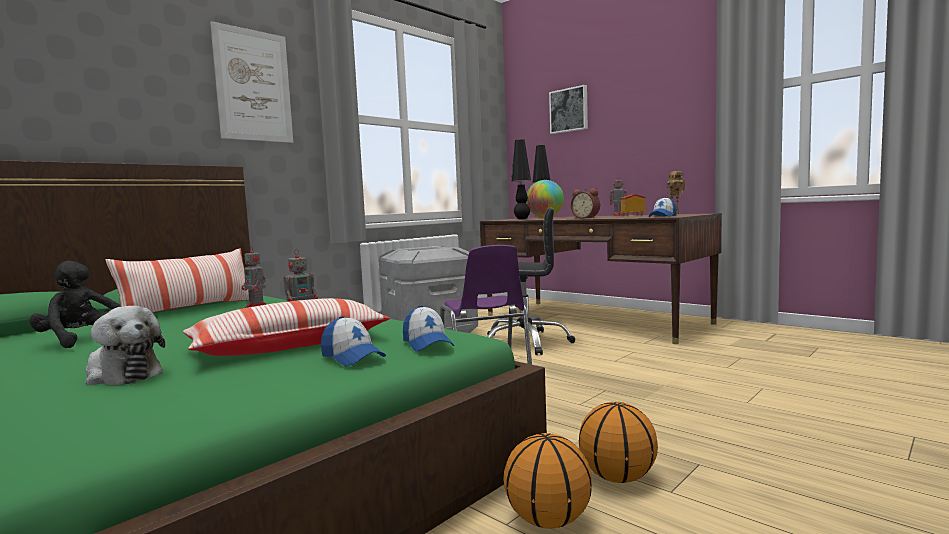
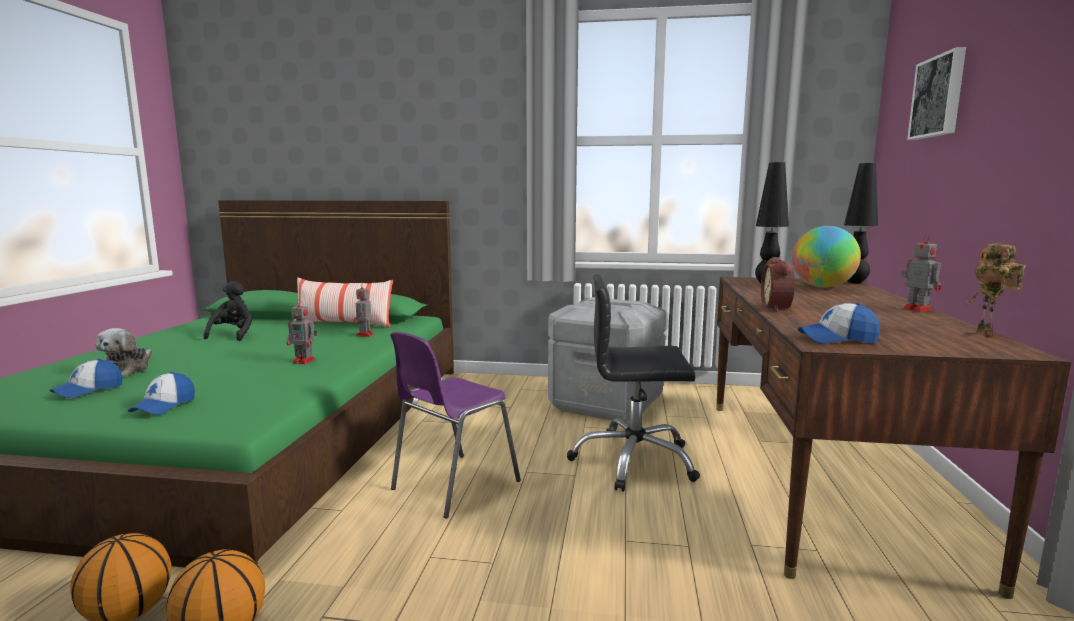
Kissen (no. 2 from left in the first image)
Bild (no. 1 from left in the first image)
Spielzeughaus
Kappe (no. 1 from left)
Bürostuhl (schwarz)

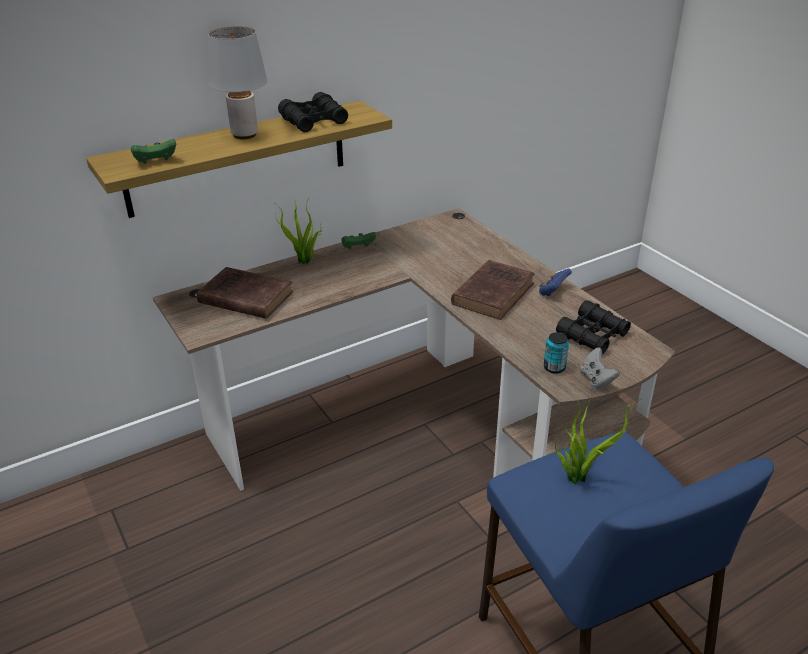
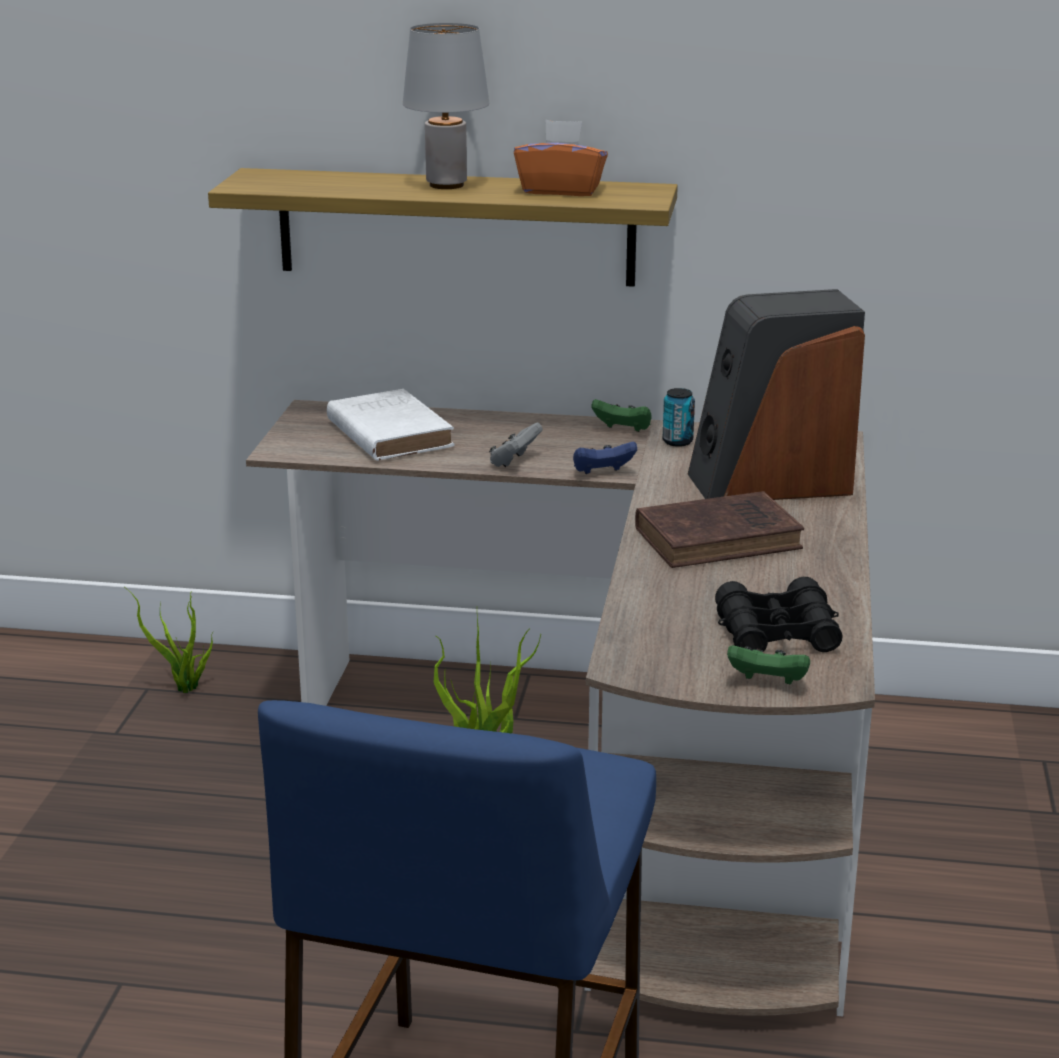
Lautsprecher
Gamepad (grün) (no. 2 from left)
Topfpflanze (no. 1 from left)
Gamepad (blau)
Dose
Gamepad (grau)
Taschentuchbox (orange)
Buch (weiß)

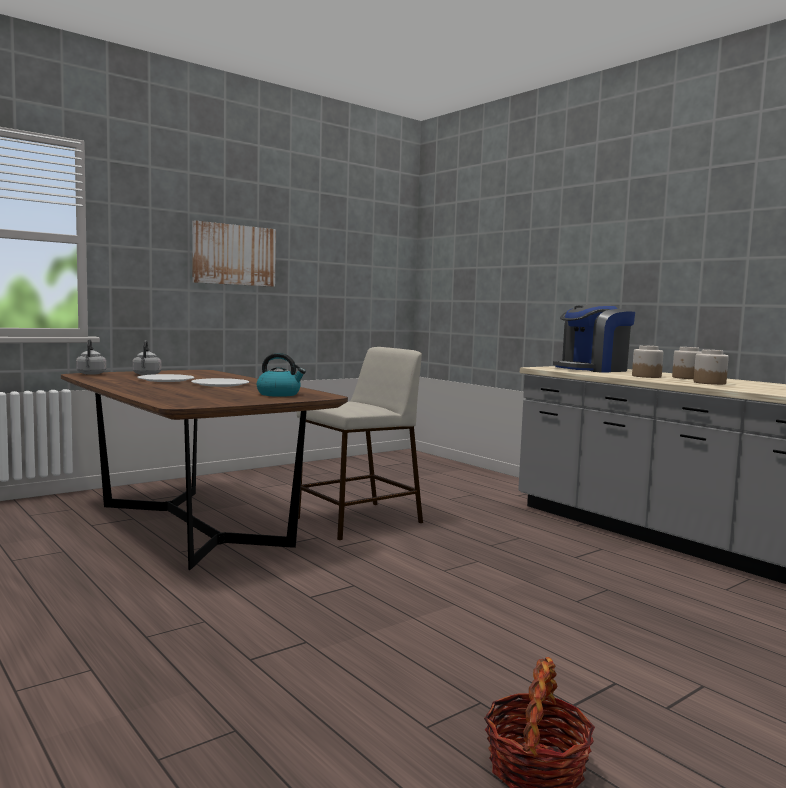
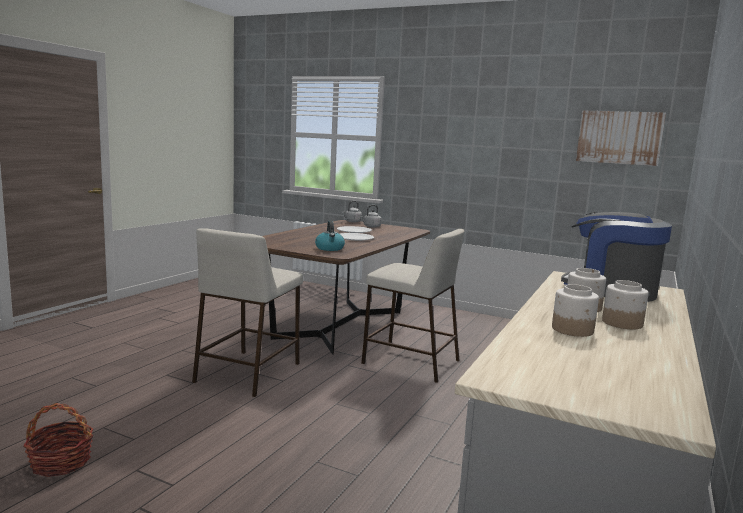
Hocker (beige) (no. 1 from left)
Bild

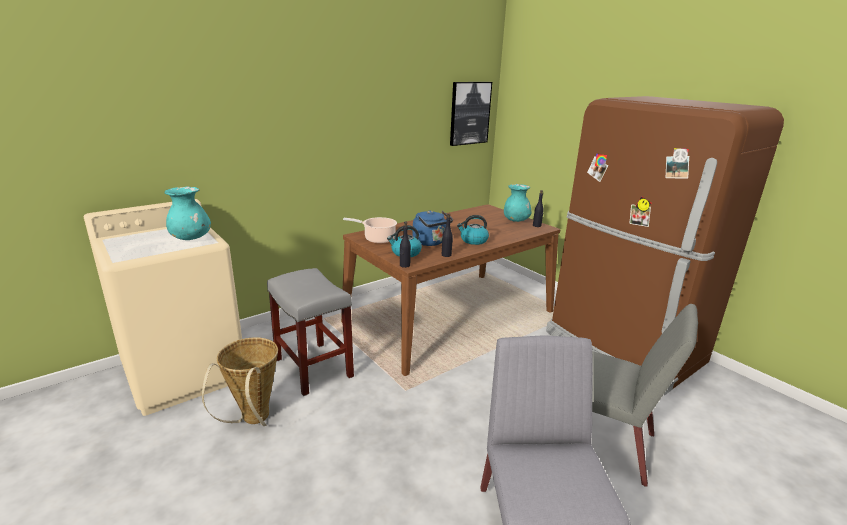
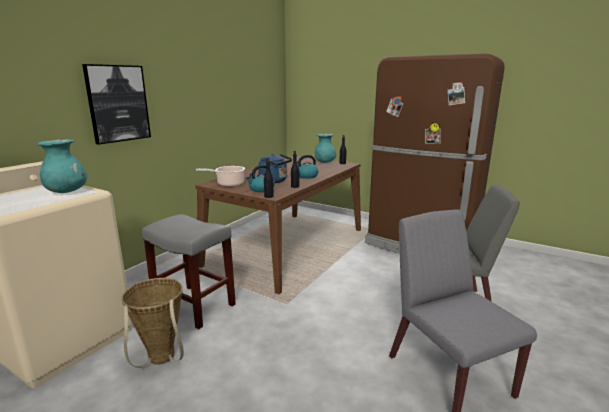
Bild

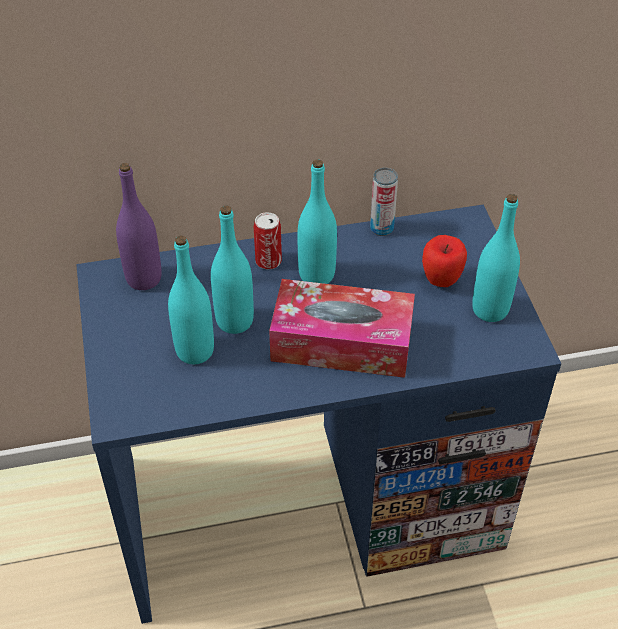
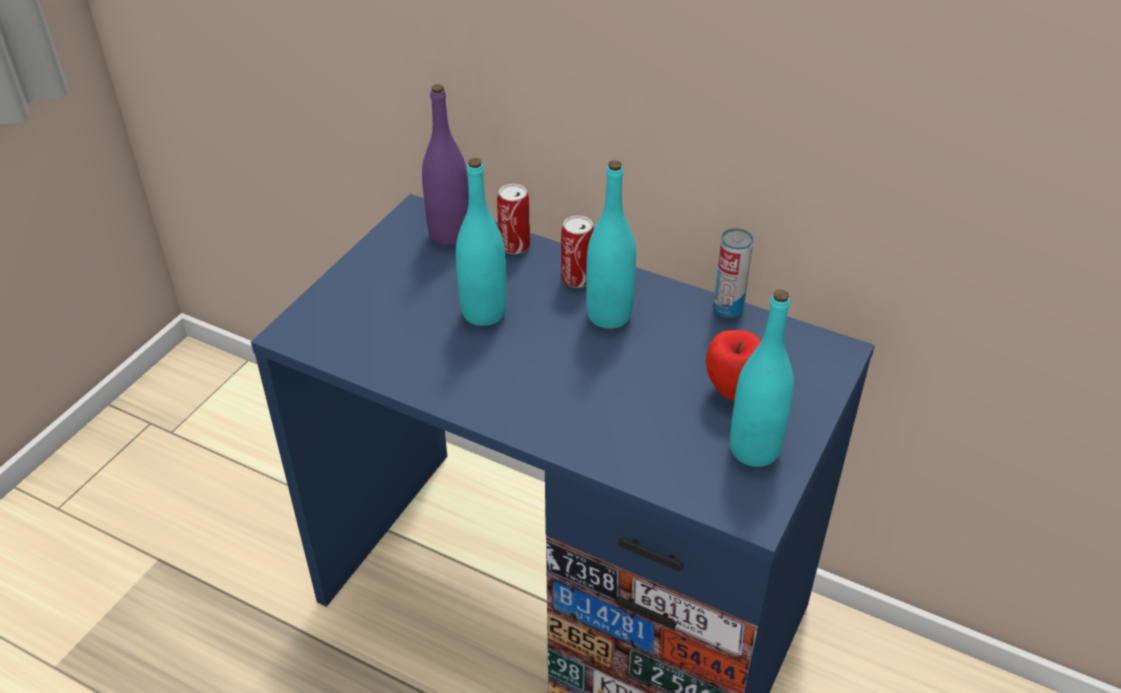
Flasche (türkis) (no. 1 from left in the first image)
Taschentuchbox
Dose (no. 1 from left)

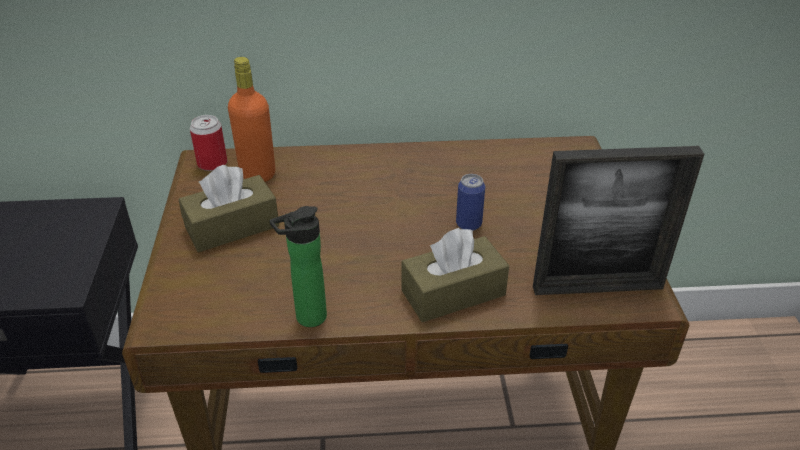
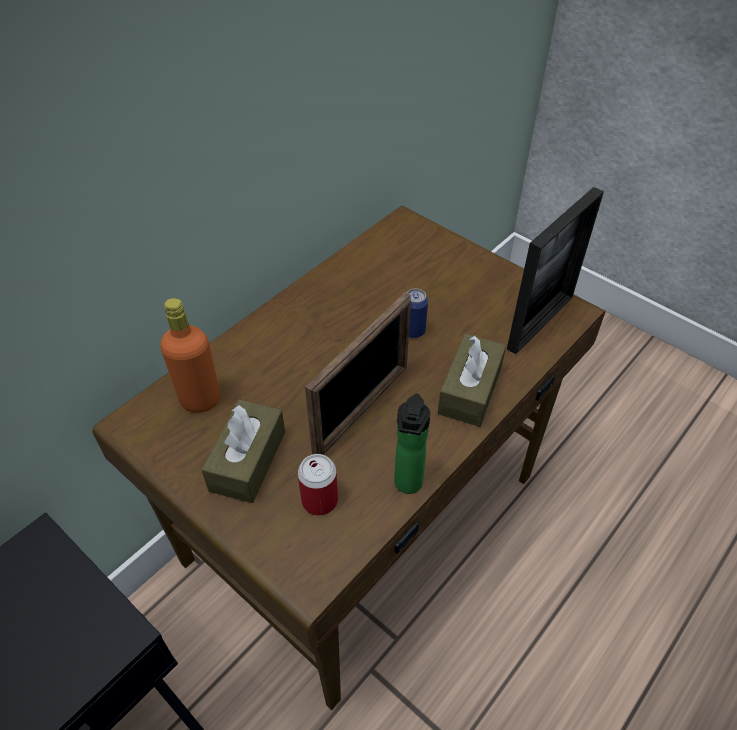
Bilderrahmen (no. 1 from left)
Dose (no. 1 from left)

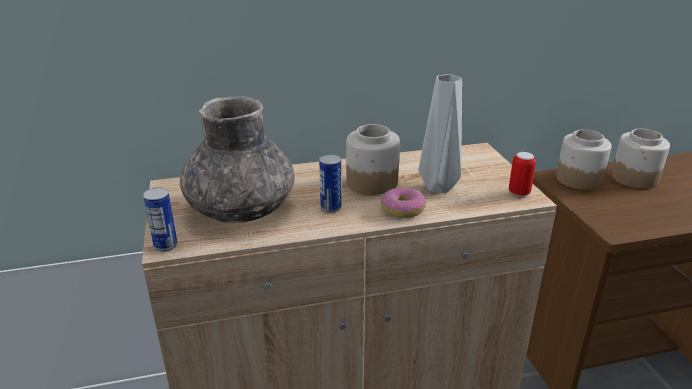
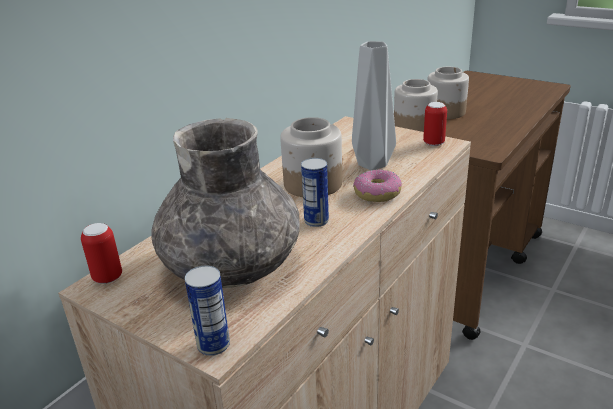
Dose (no. 1 from left)

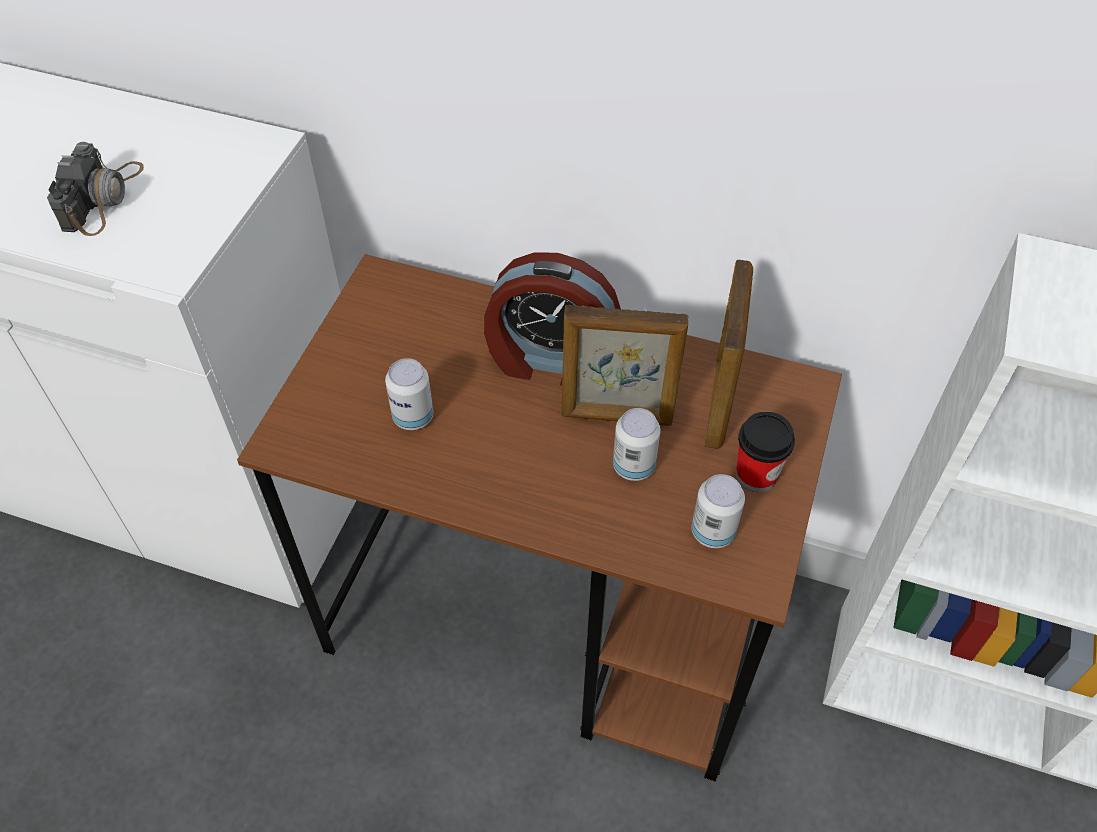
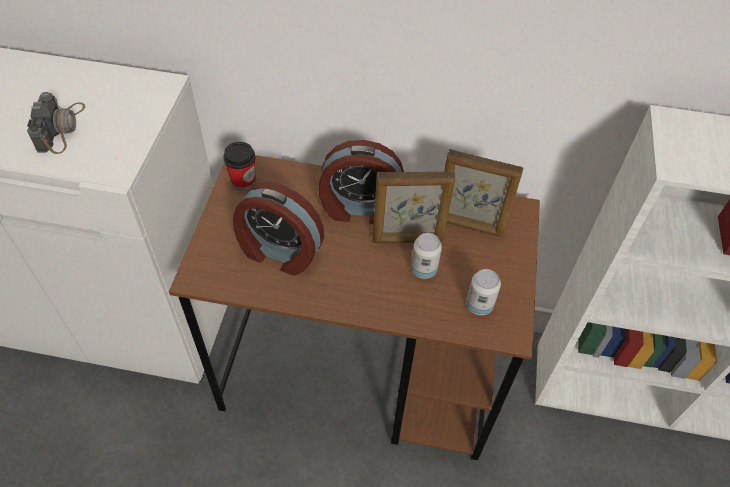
Tasse
Wecker (no. 1 from left)
Bilderrahmen (no. 2 from left)

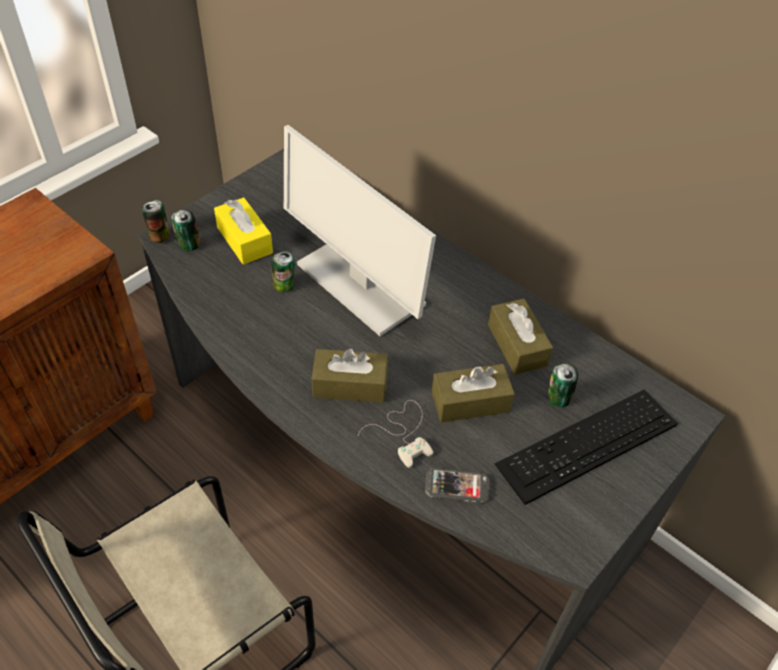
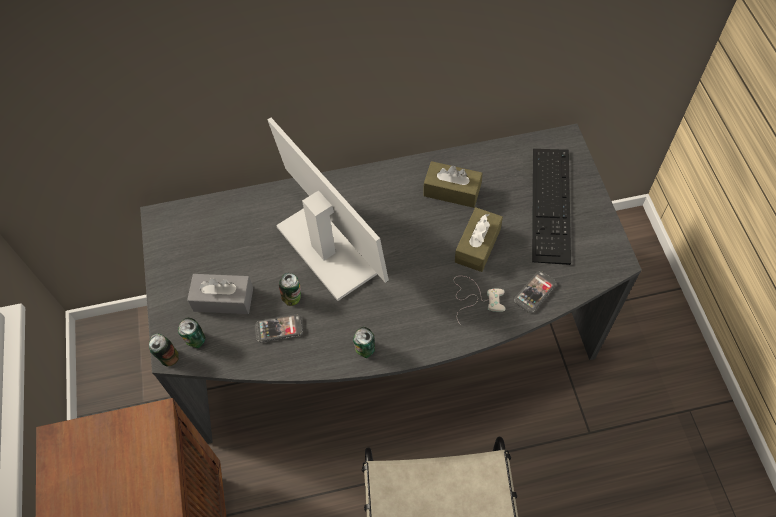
Taschentuchbox (braun) (no. 1 from left in the first image)
Handy (no. 1 from left)
Dose (no. 4 from left)
Taschentuchbox (grau)
Monitor

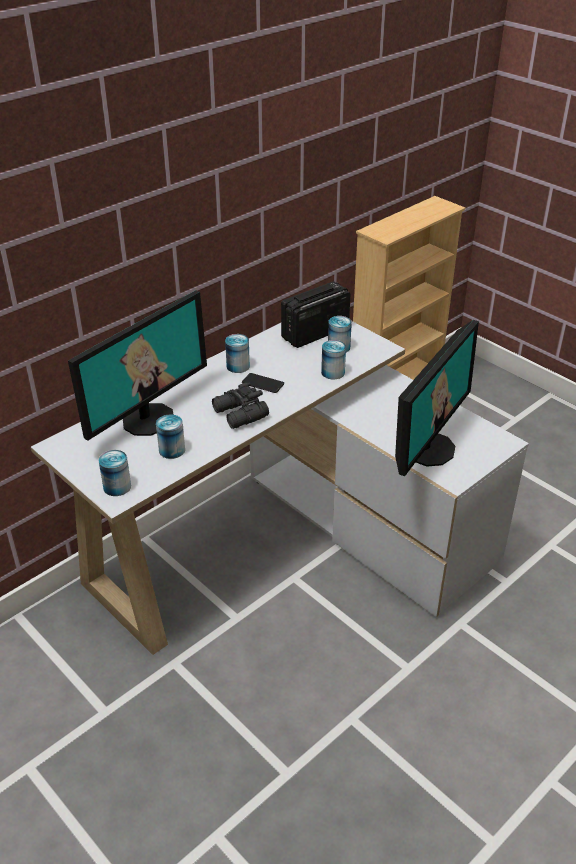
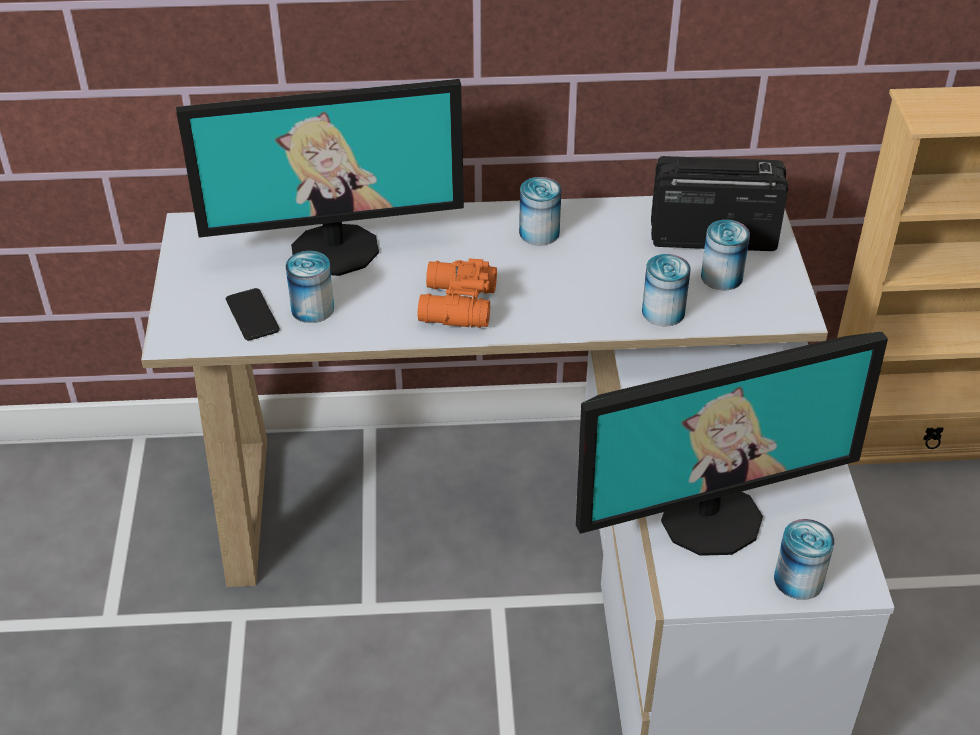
Dose (no. 5 from left)
Handy
Fernglas (orange)

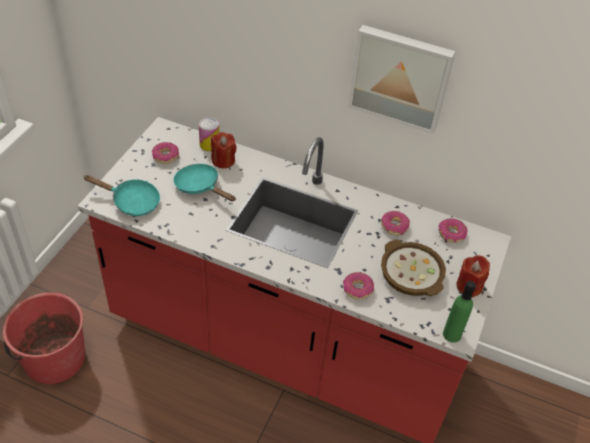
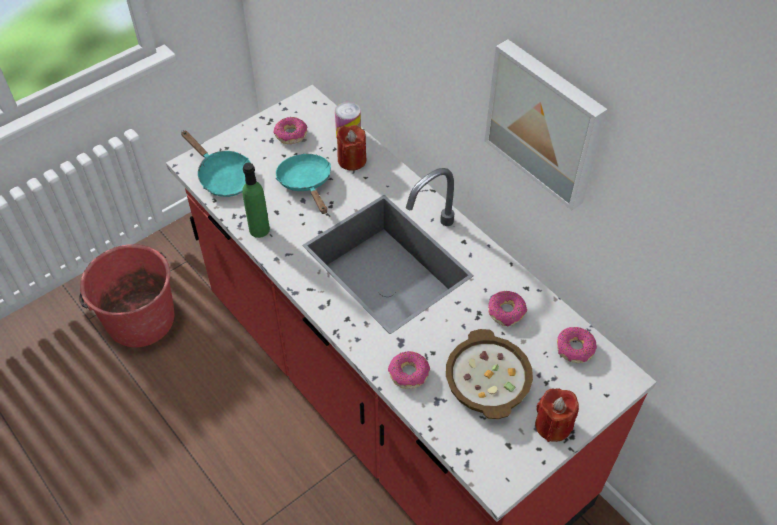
Flasche (grün)

